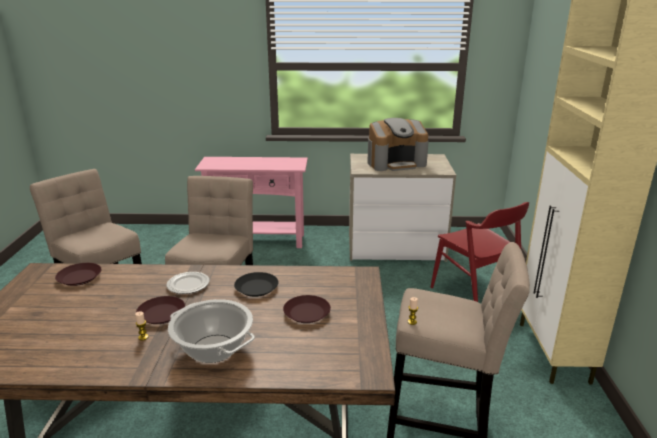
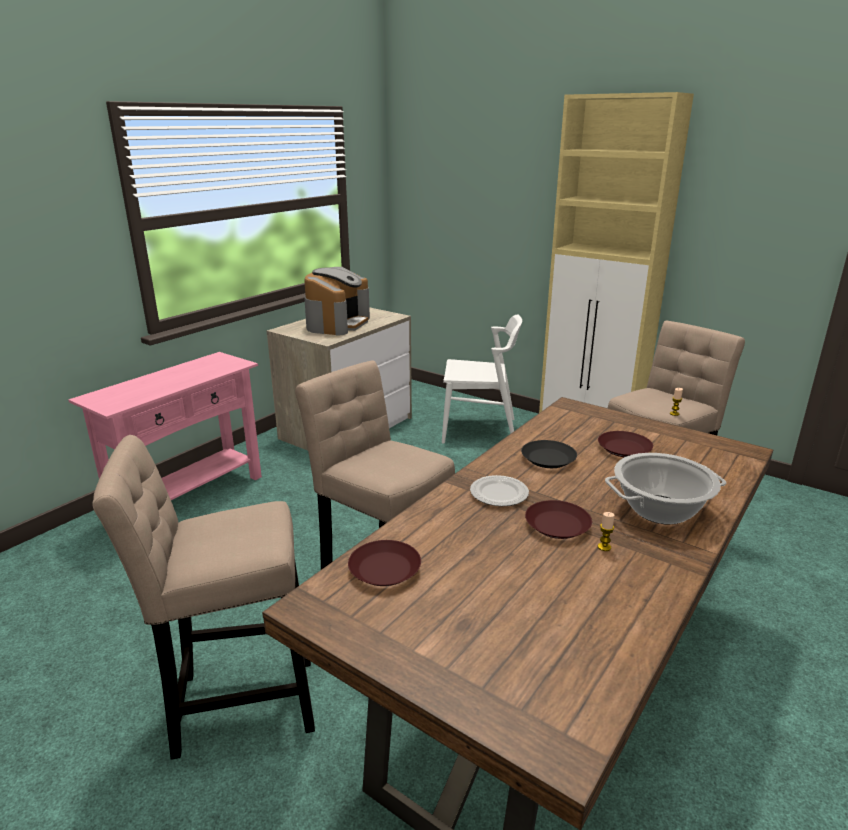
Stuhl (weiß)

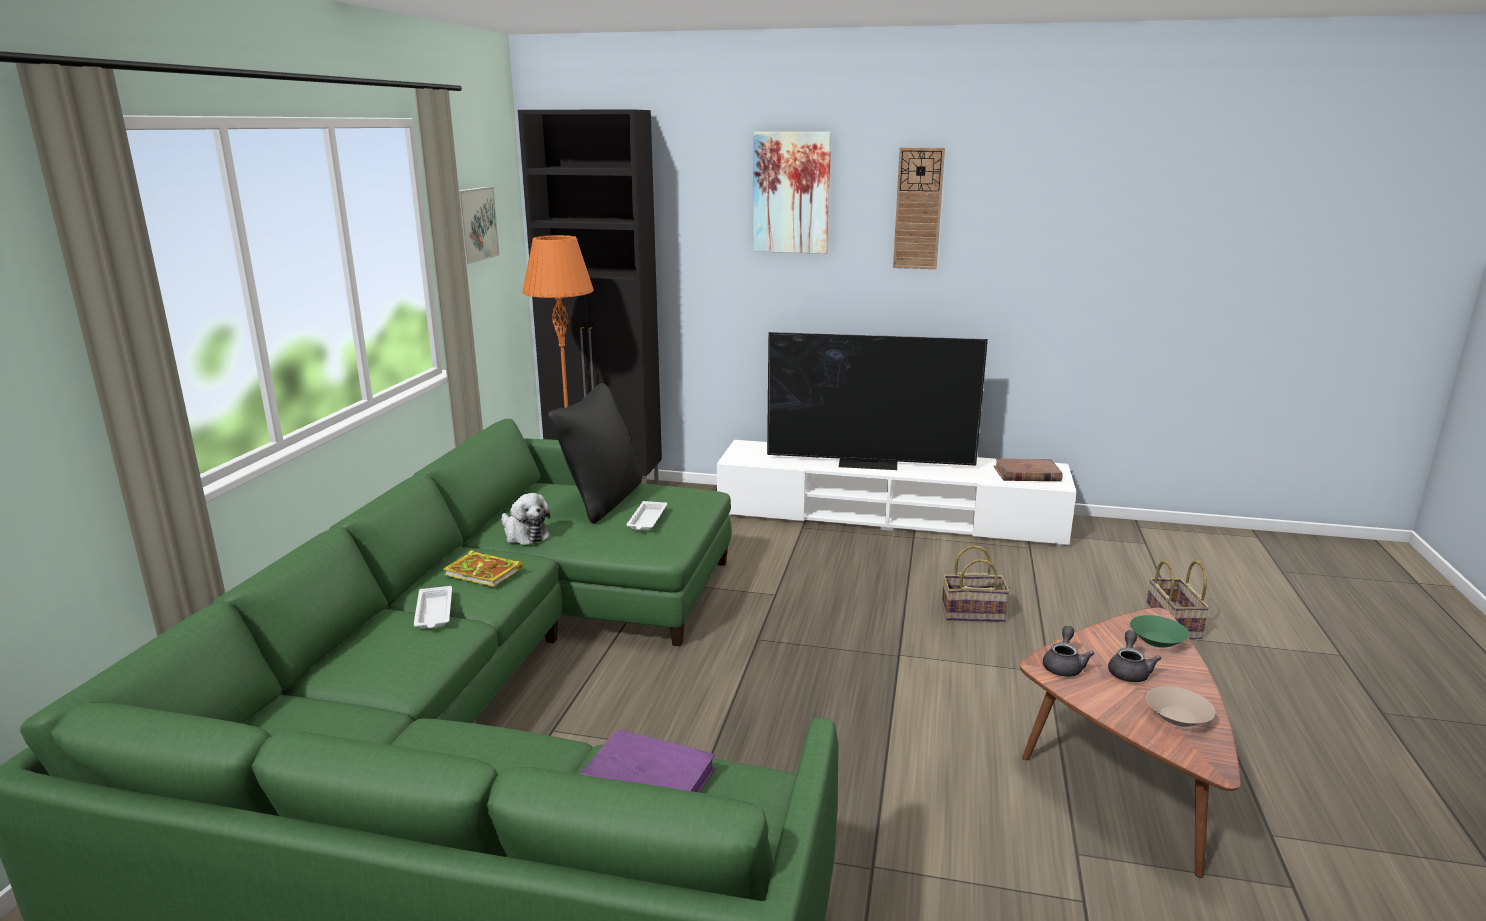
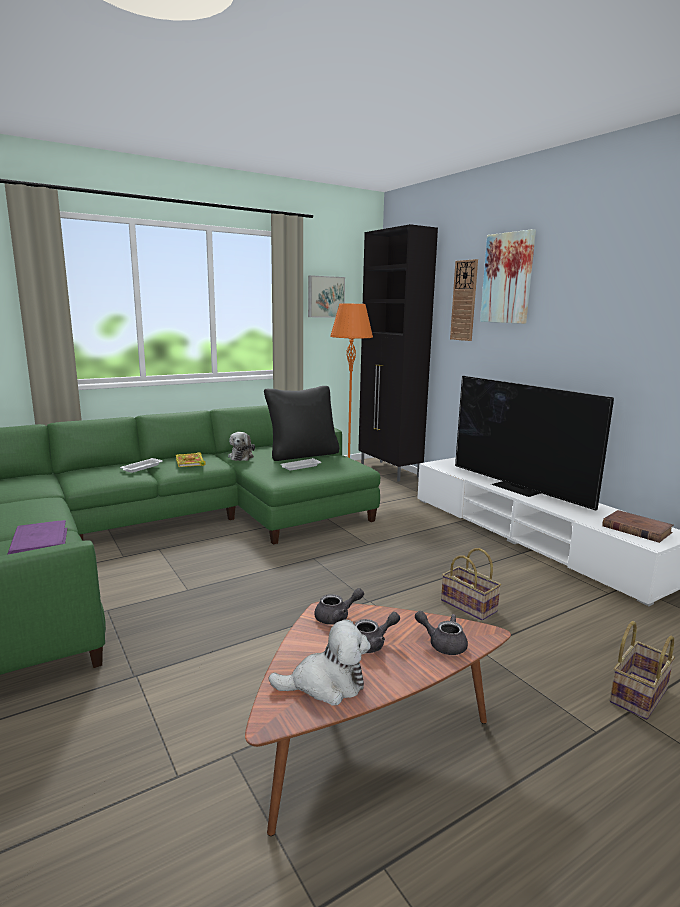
Wanduhr
Teekanne (grau) (no. 3 from left)
Plüschtier (no. 2 from left)

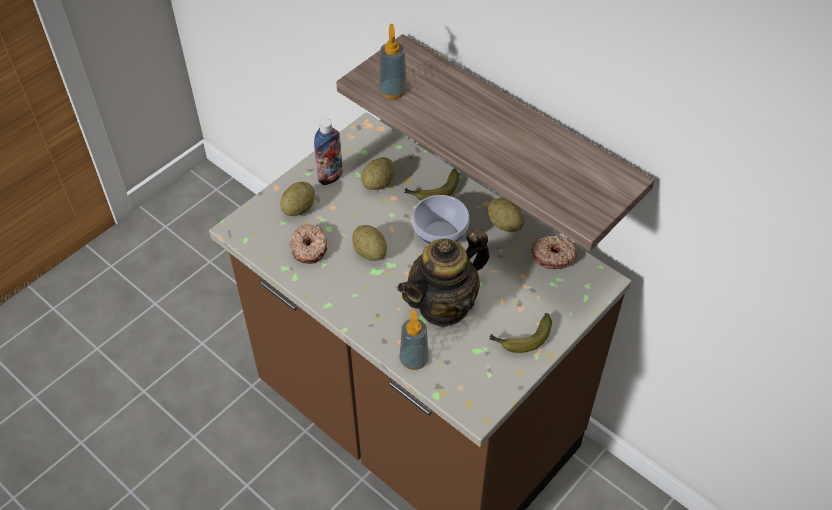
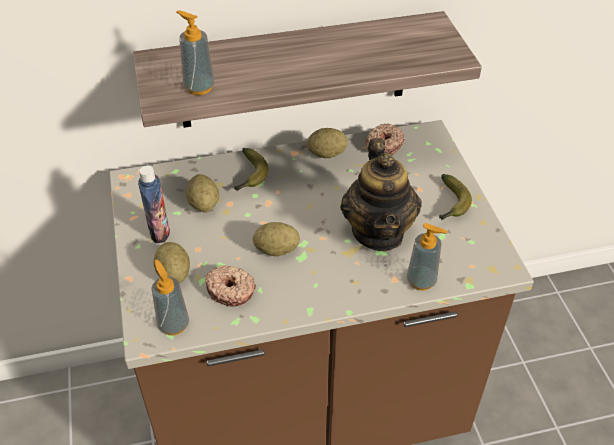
Schüssel
Seifenspender (no. 1 from left)

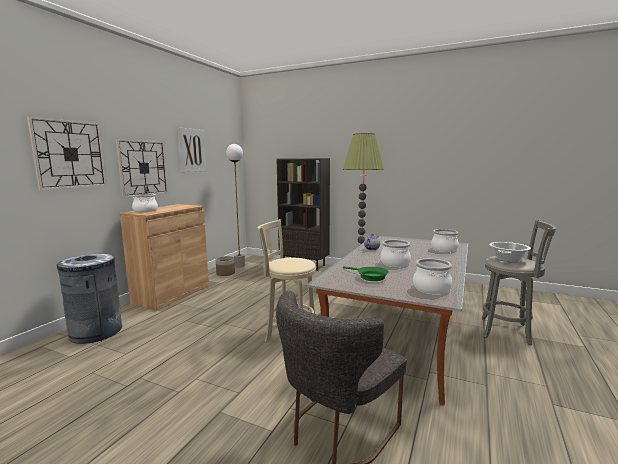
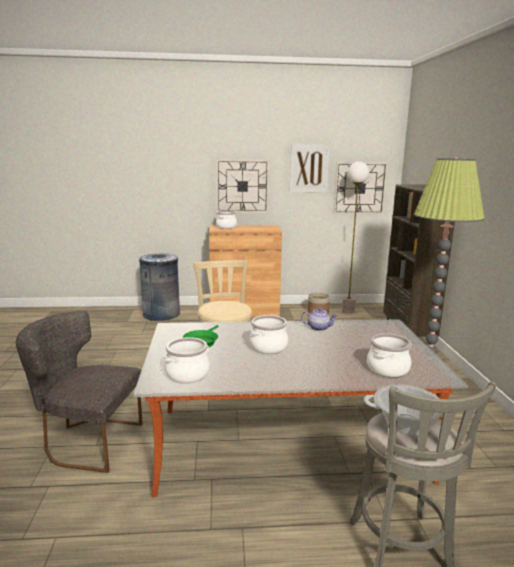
Wanduhr (no. 2 from left)

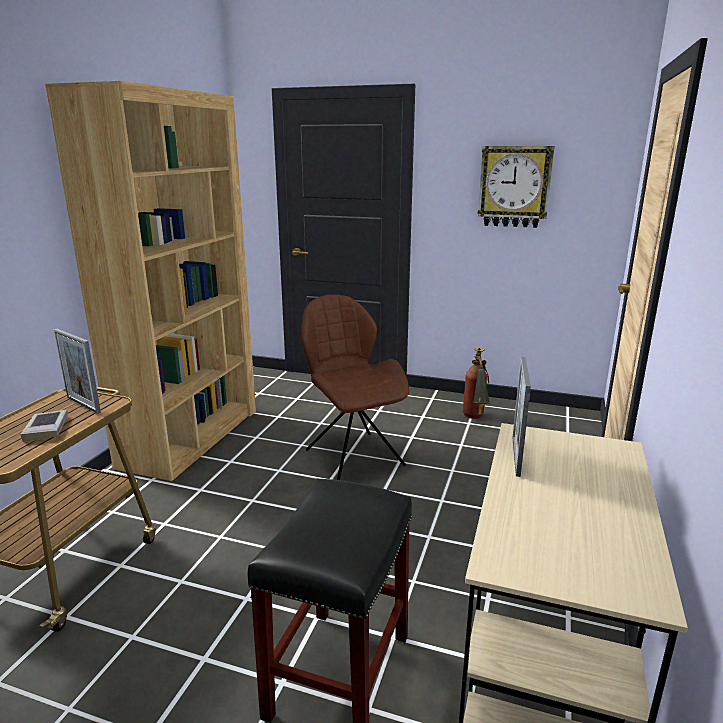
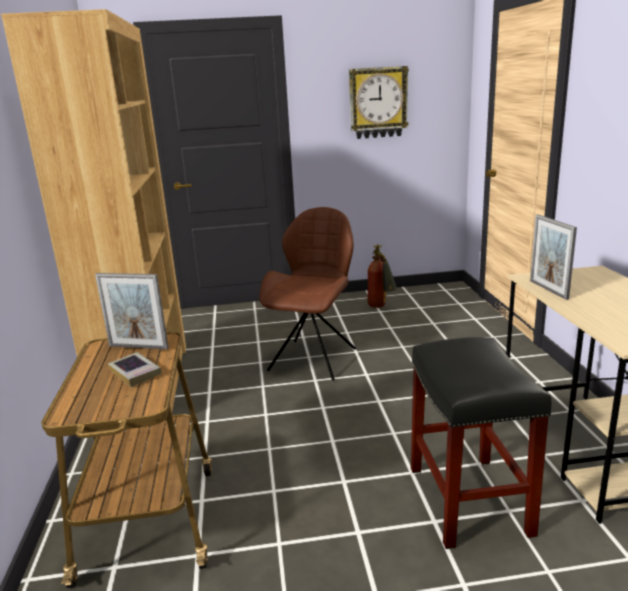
Stuhl (braun)

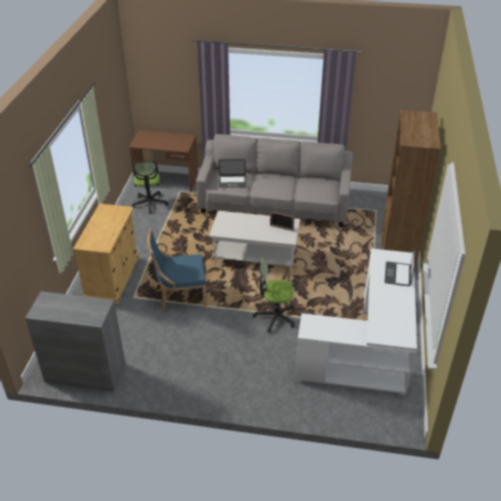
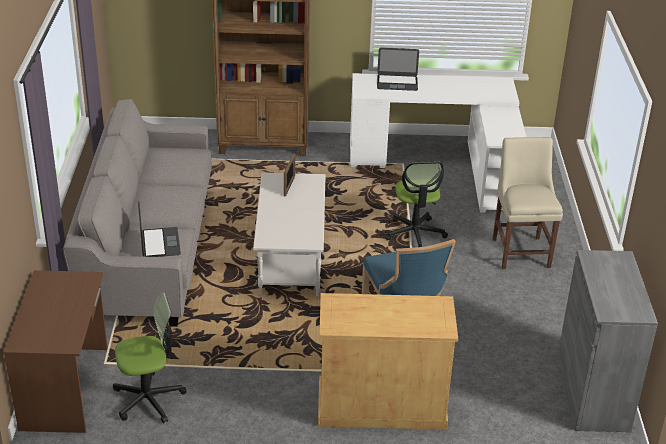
Stuhl (beige)

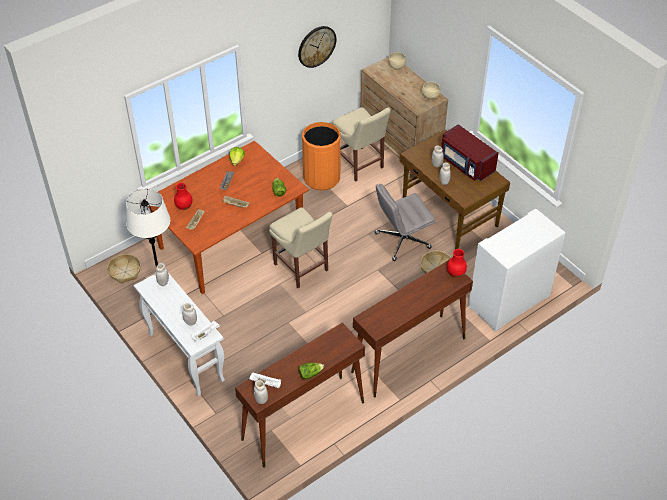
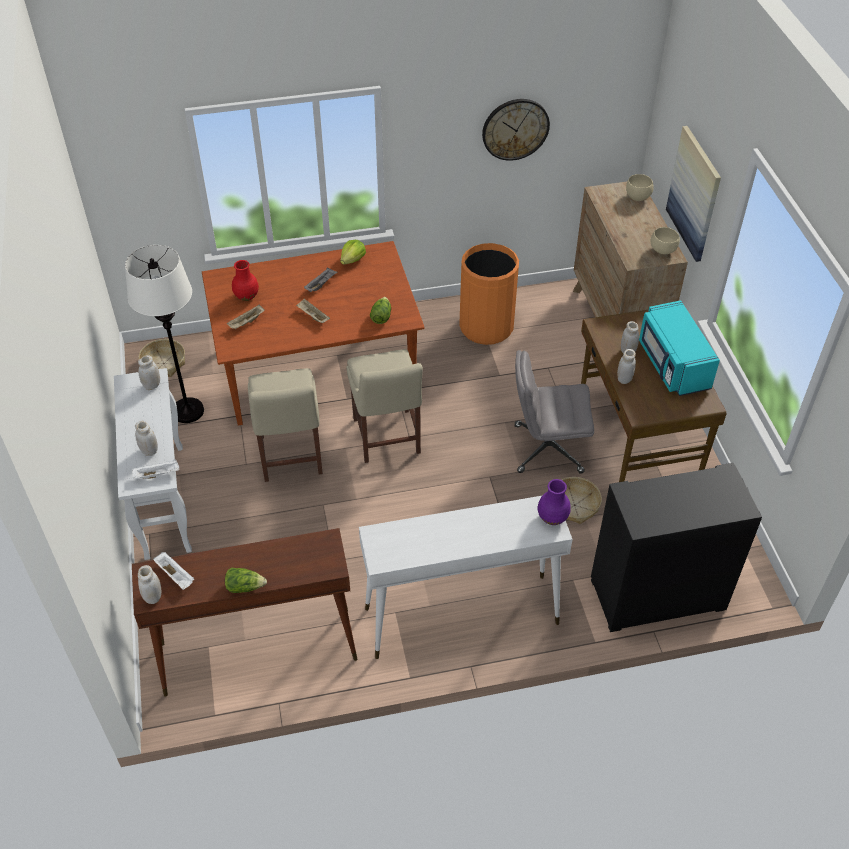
Bild
Stuhl (beige) (no. 1 from left)
Konsolentisch (weiß) (no. 2 from left)
Mikrowelle (türkis)
Vase (lila)
Schrank (schwarz)

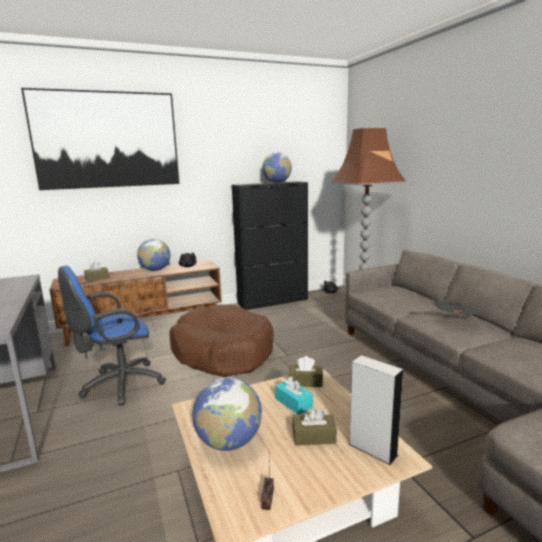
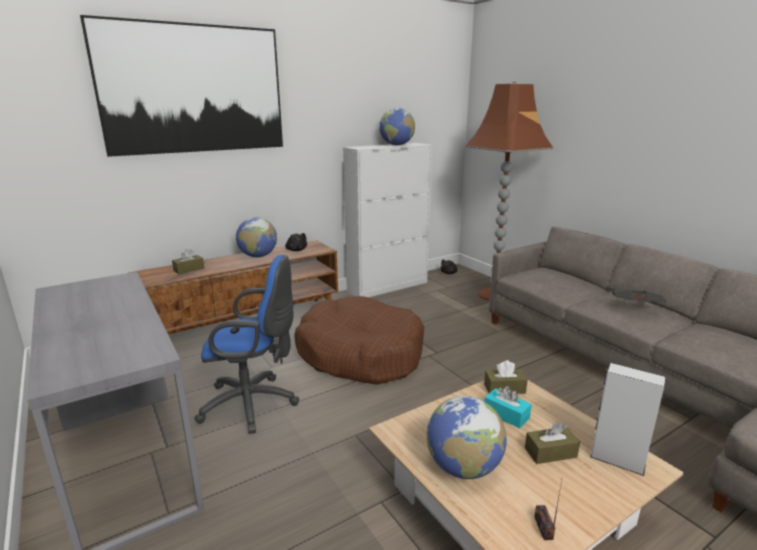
Schrank (weiß)
Bürostuhl (blau)

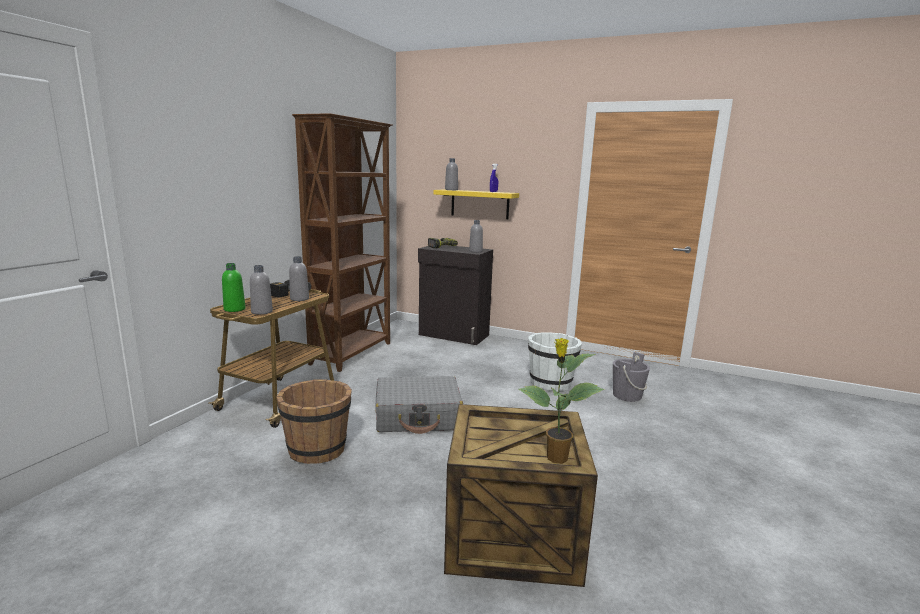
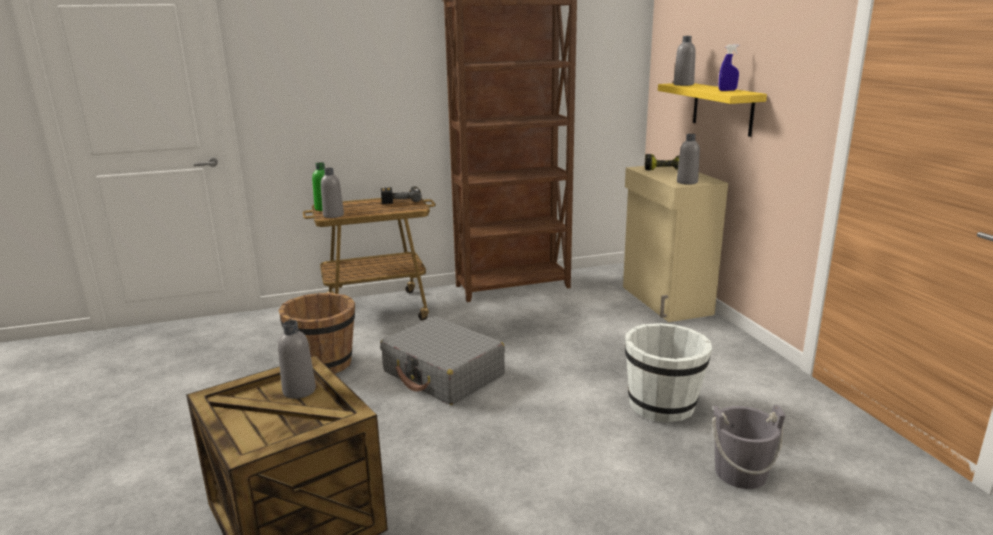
Topfpflanze
Flasche (grau) (no. 1 from left)
Schrank (beige)

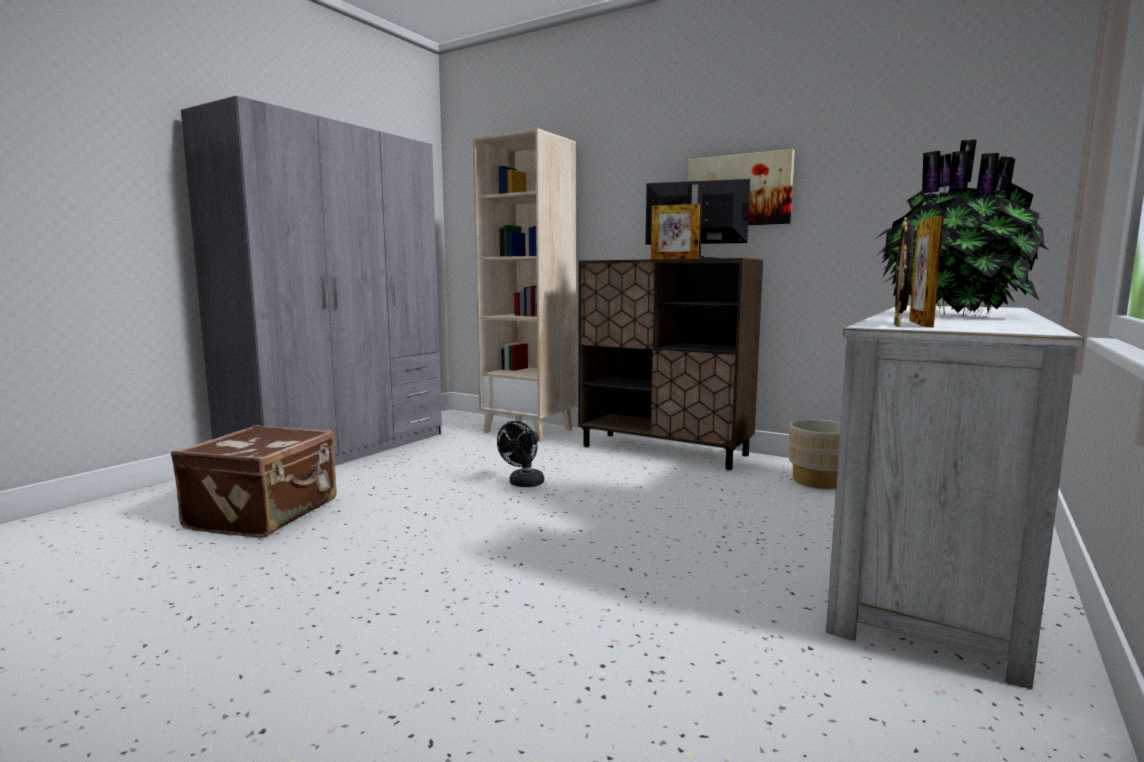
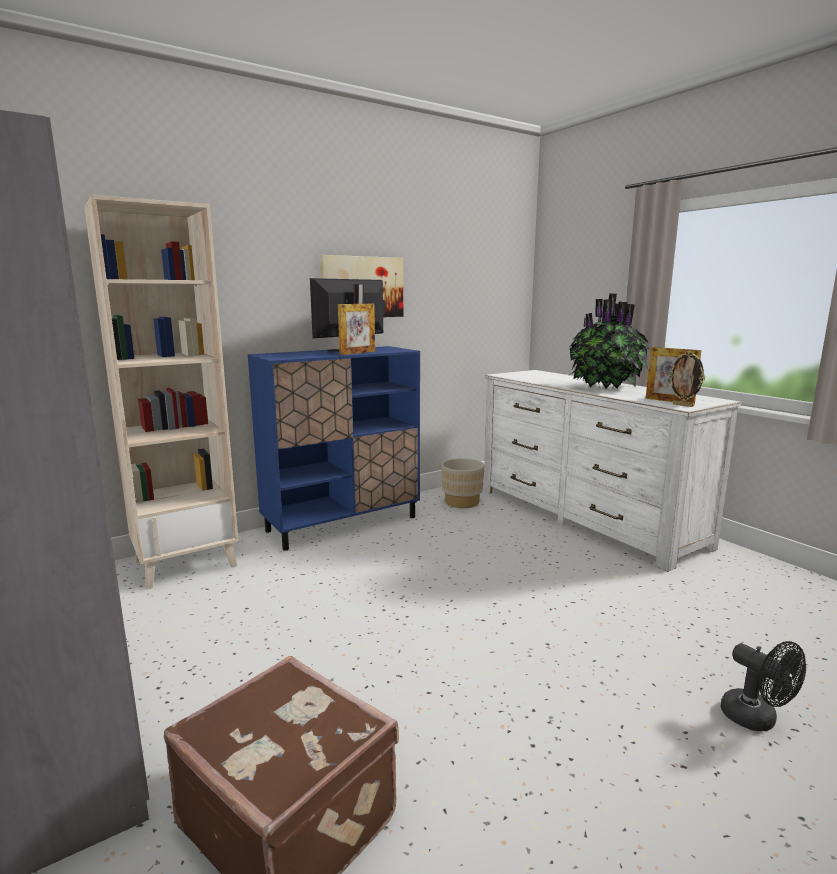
Ventilator (schwarz)
Schrank (blau)

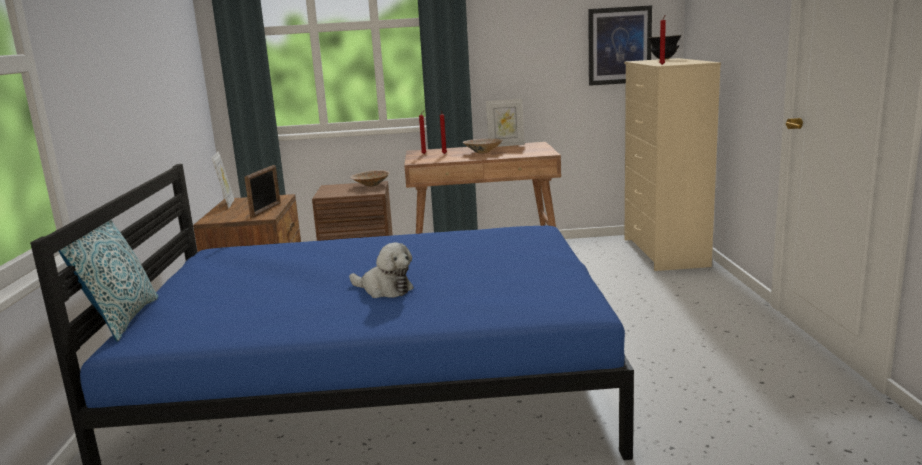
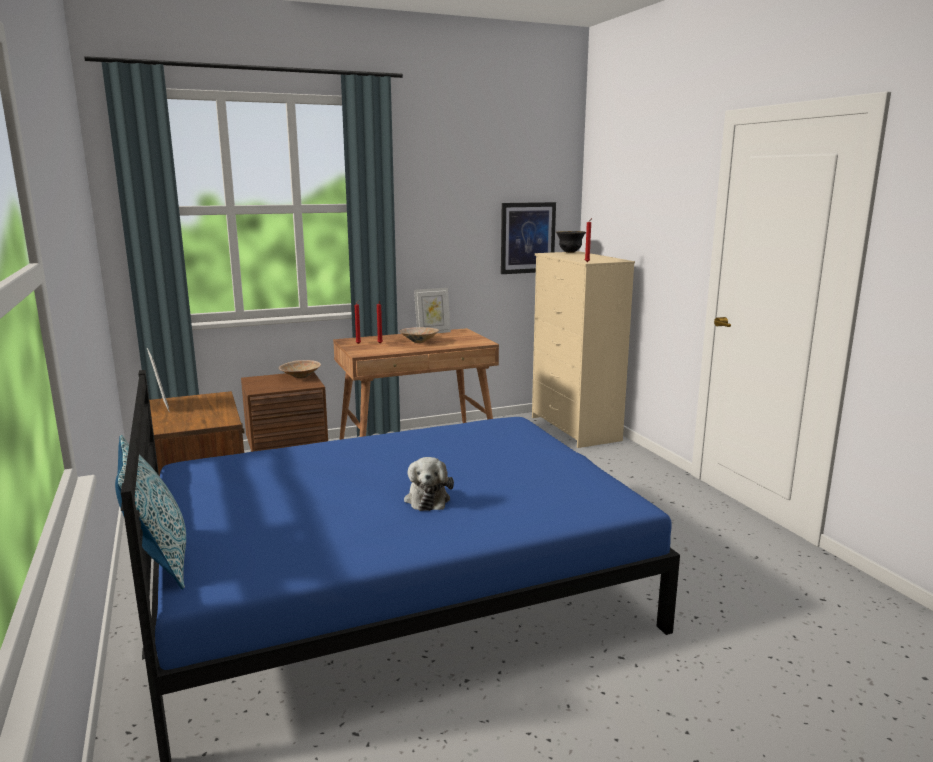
Bilderrahmen (no. 2 from left in the first image)
Plüschtier

